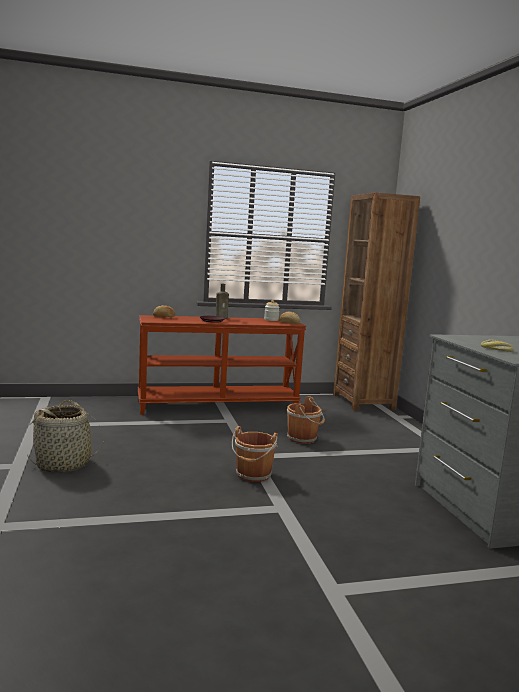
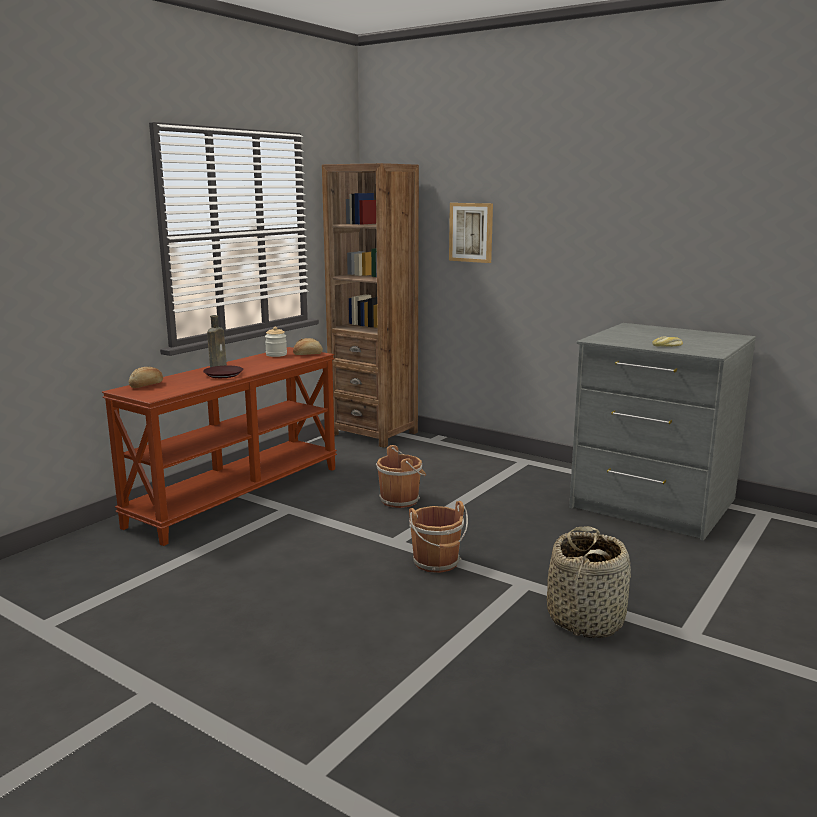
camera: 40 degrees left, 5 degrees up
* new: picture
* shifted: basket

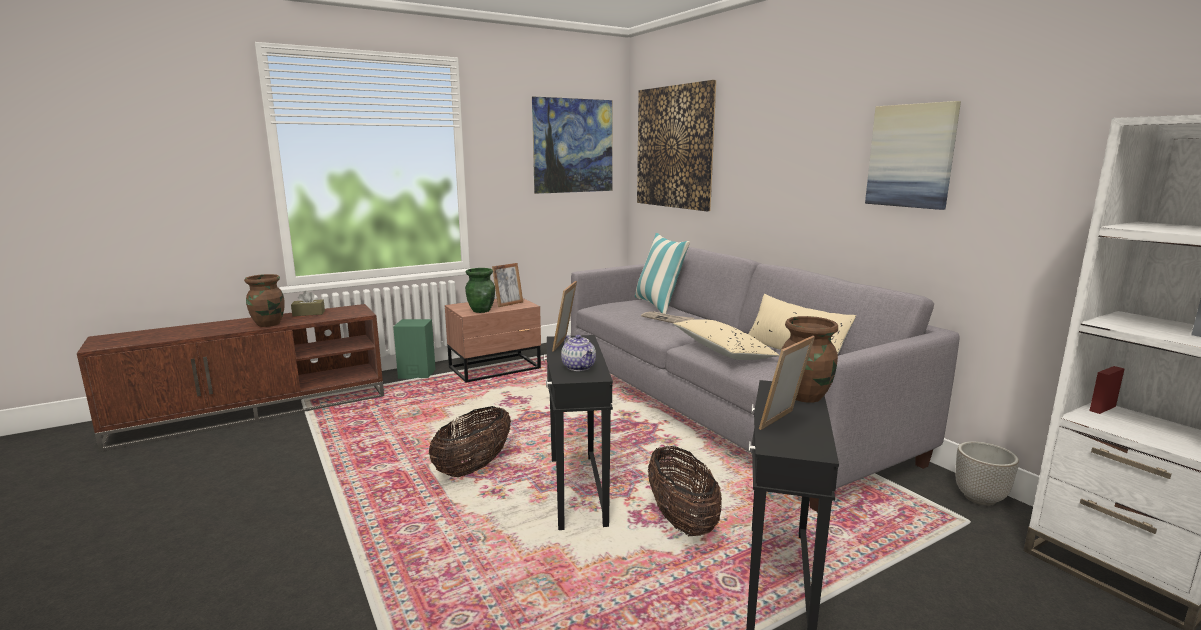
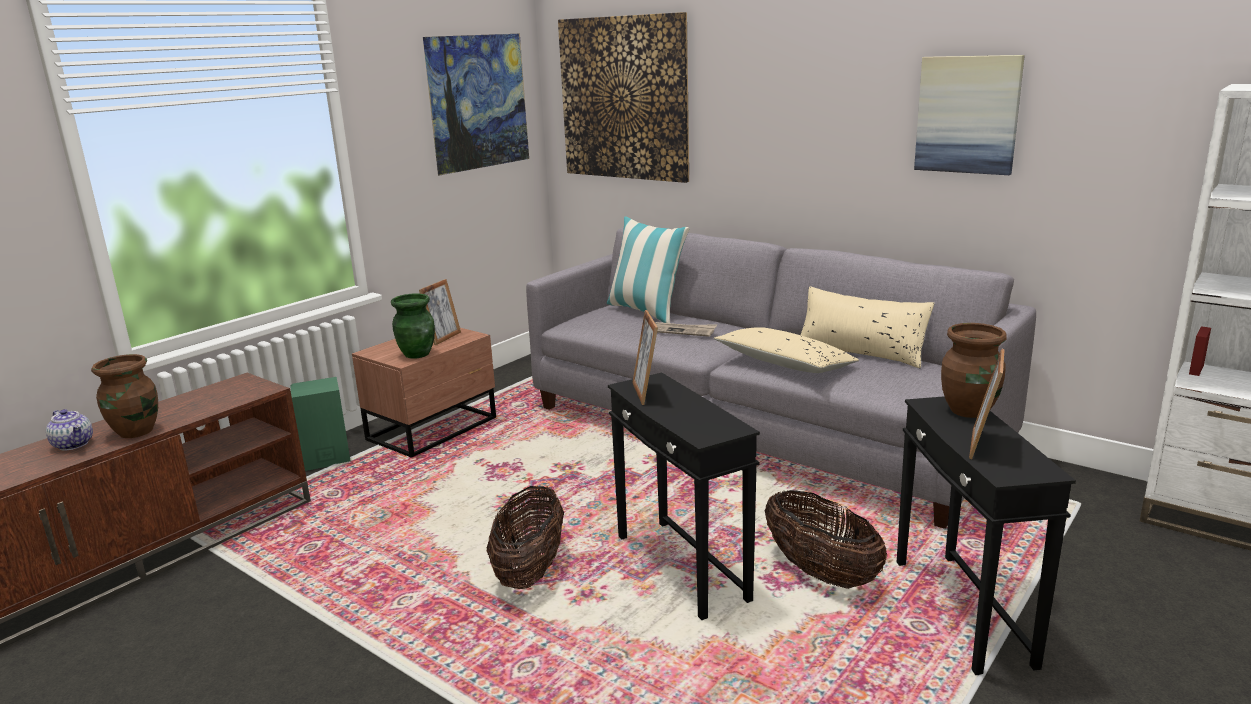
camera: 20 degrees left, 5 degrees up
* shifted: teapot
* gone: brown tissue box
* gone: planter

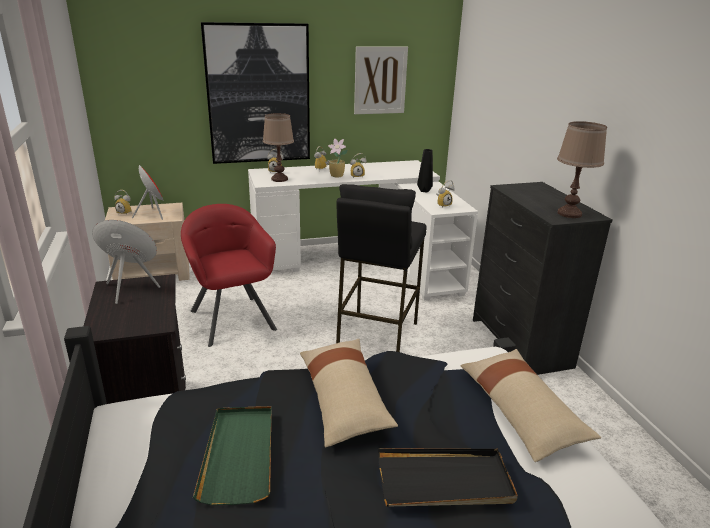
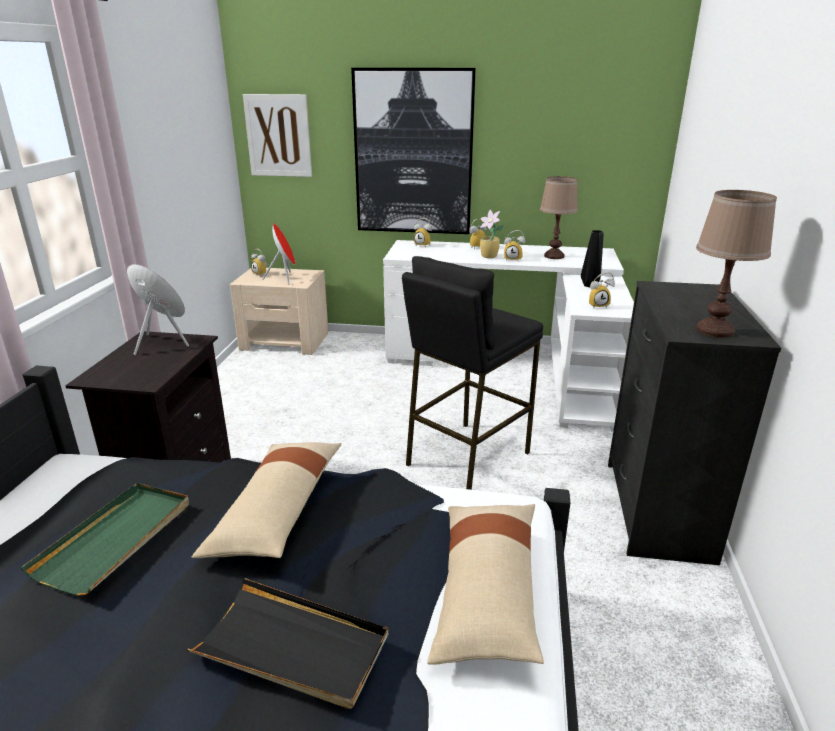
camera: 25 degrees right, 0 degrees up
* shifted: picture (no. 2 from left in the first image) to picture (no. 1 from left)
* shifted: brown table lamp (no. 1 from left)
* gone: red armchair

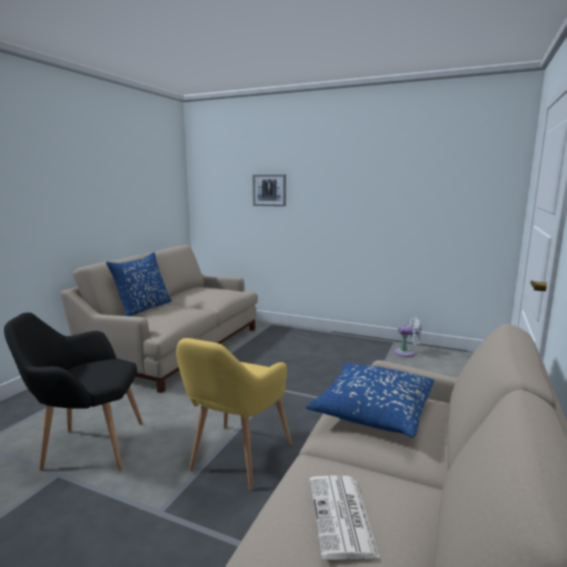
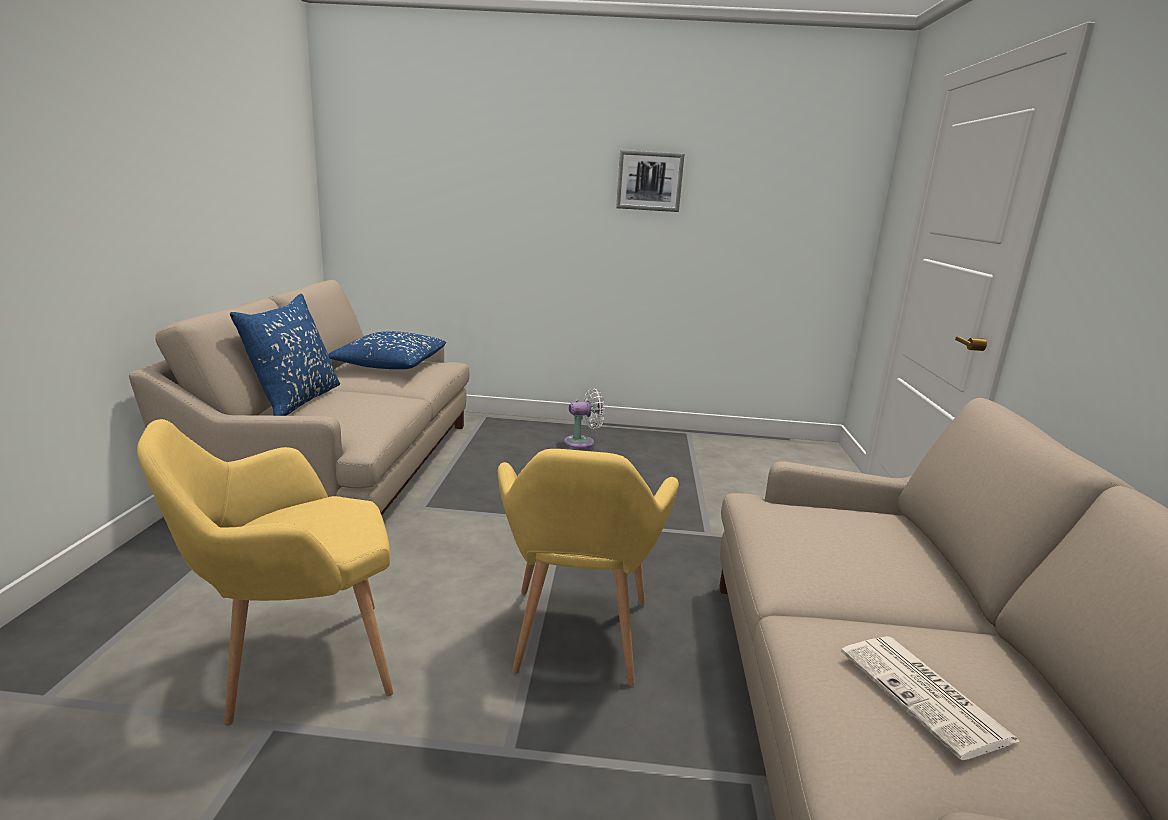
camera: 20 degrees left, 5 degrees up
* repainted: black armchair to yellow armchair (no. 1 from left)
* shifted: blue pillow (no. 2 from left)
* shifted: white fan
* shifted: picture

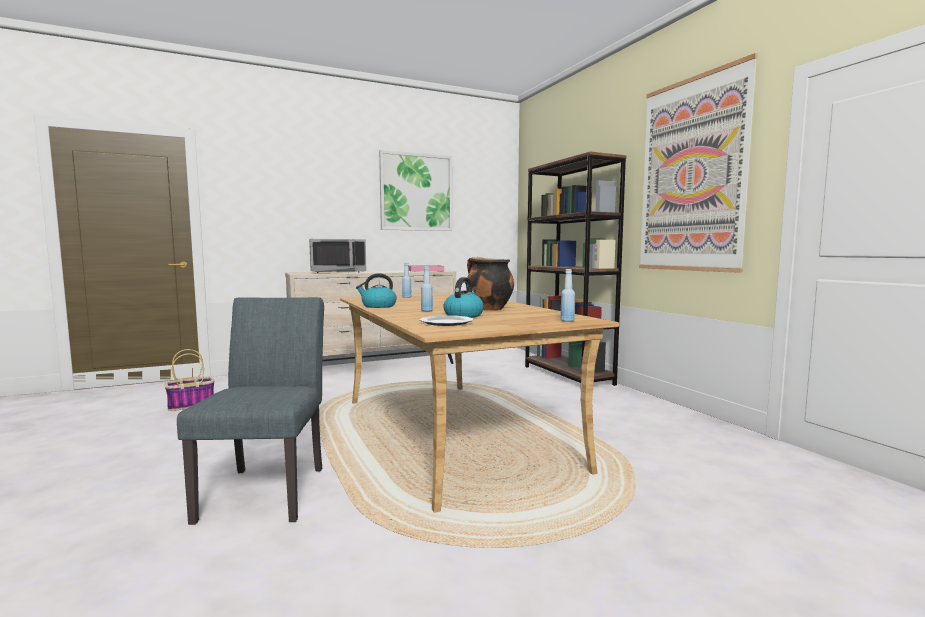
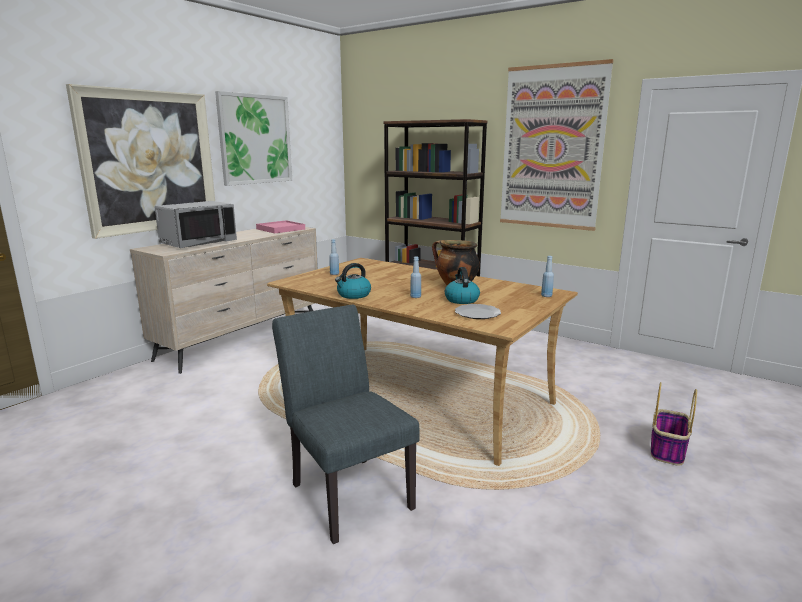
camera: 30 degrees left, 10 degrees up
* new: picture (no. 1 from left)
* shifted: basket

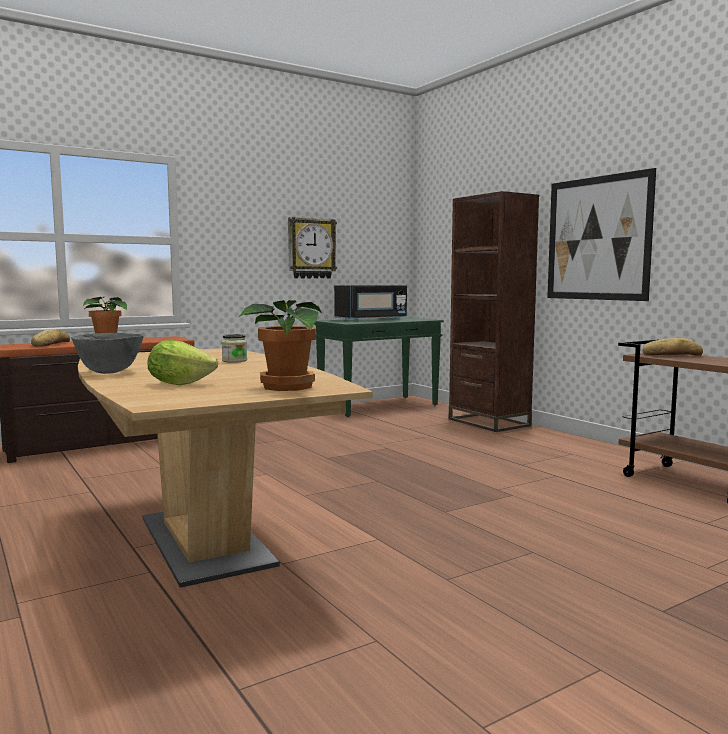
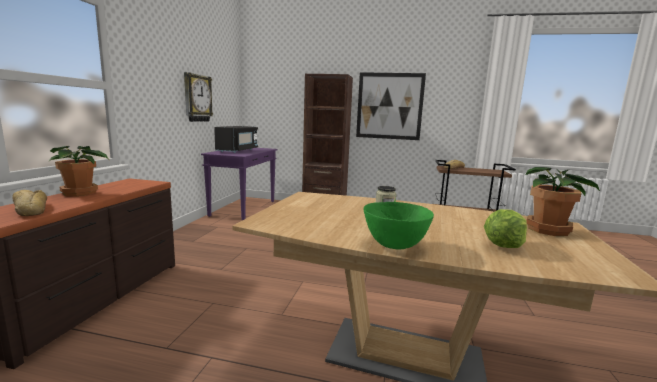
camera: 45 degrees left, 5 degrees up
* repainted: green console table to purple console table
* repainted: grey bowl to green bowl

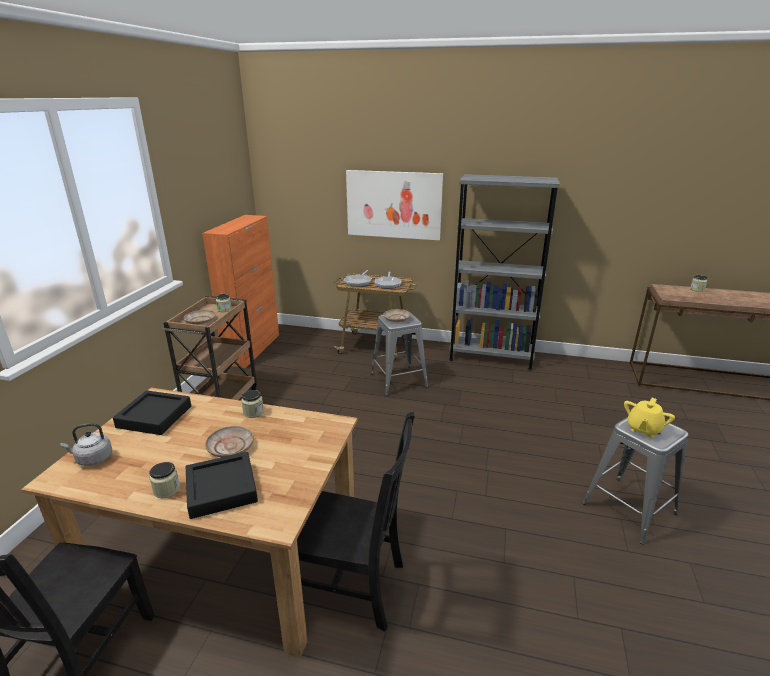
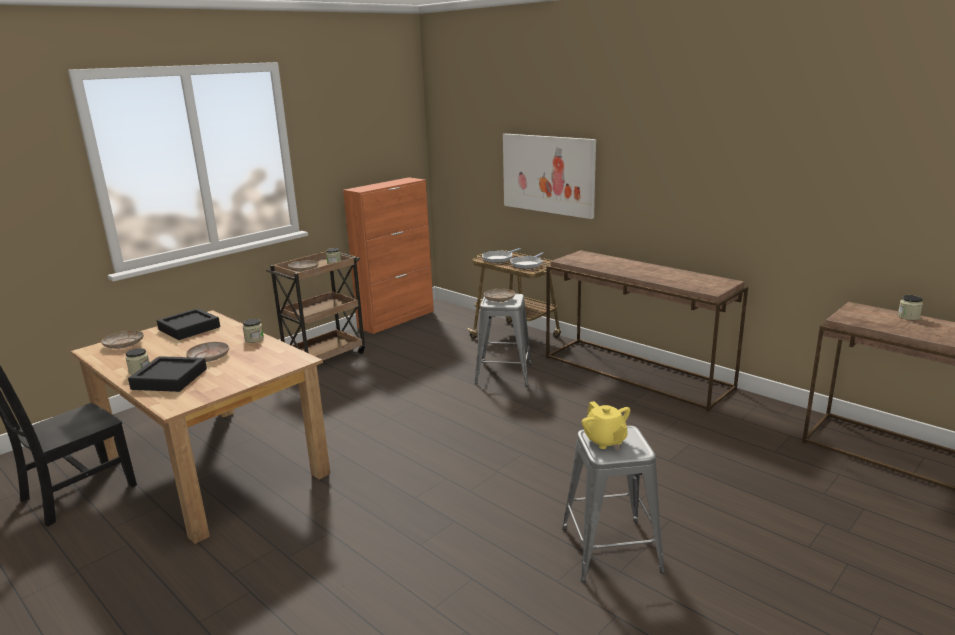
camera: 30 degrees right, 5 degrees down
* swapped: grey kettle to beige plate (no. 1 from left)
* swapped: grey bookcase to brown console table (no. 1 from left)
* rotated: yellow teapot 90 degrees counterclockwise
* gone: black chair (no. 2 from left)

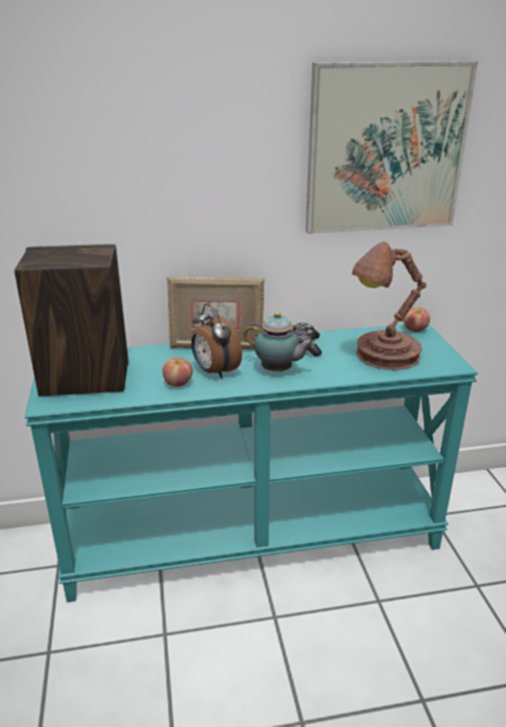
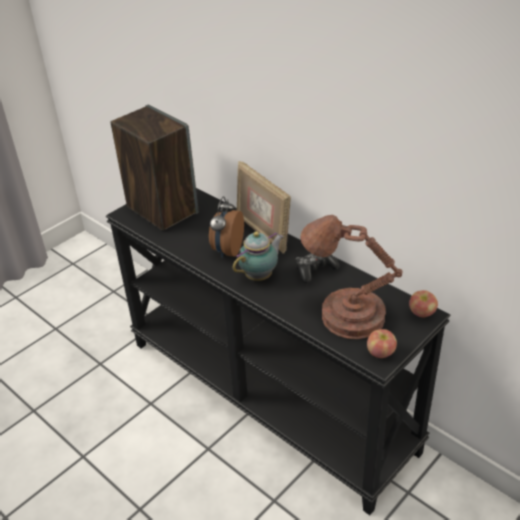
camera: 55 degrees right, 10 degrees up
* repainted: turquoise console table to black console table
* rotated: teapot 120 degrees counterclockwise
* shifted: apple (no. 1 from left)
* gone: picture

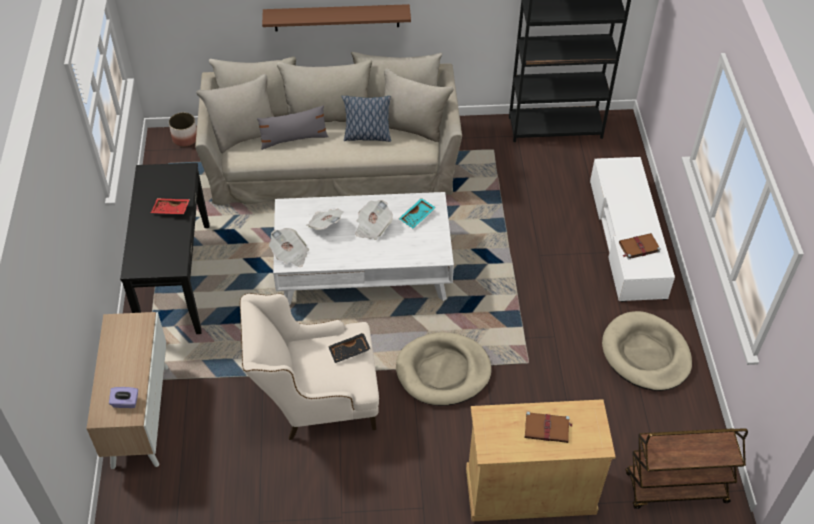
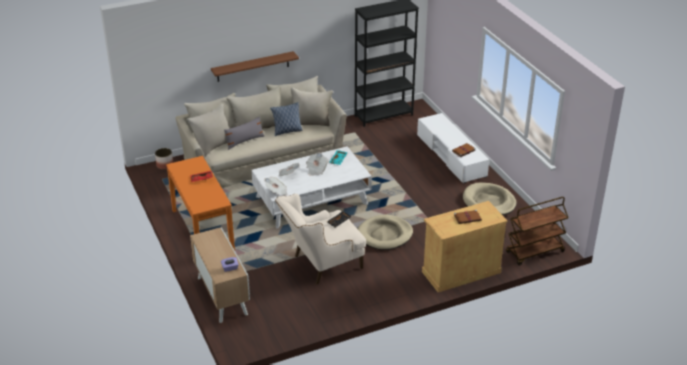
camera: 20 degrees left, 15 degrees down
* repainted: black console table to orange console table

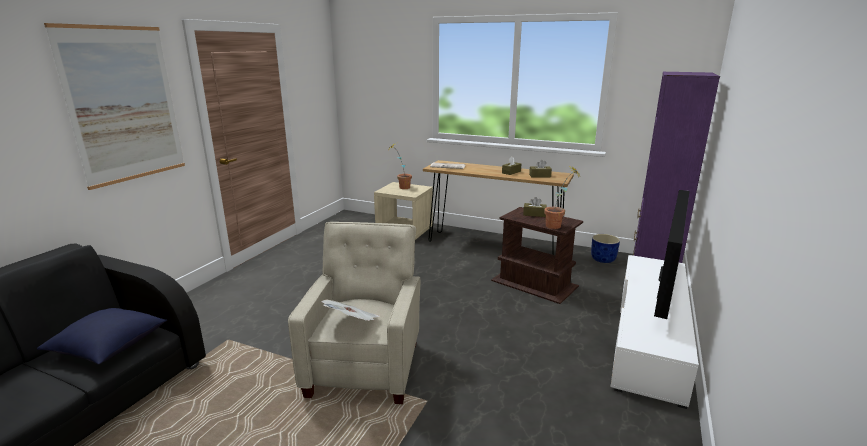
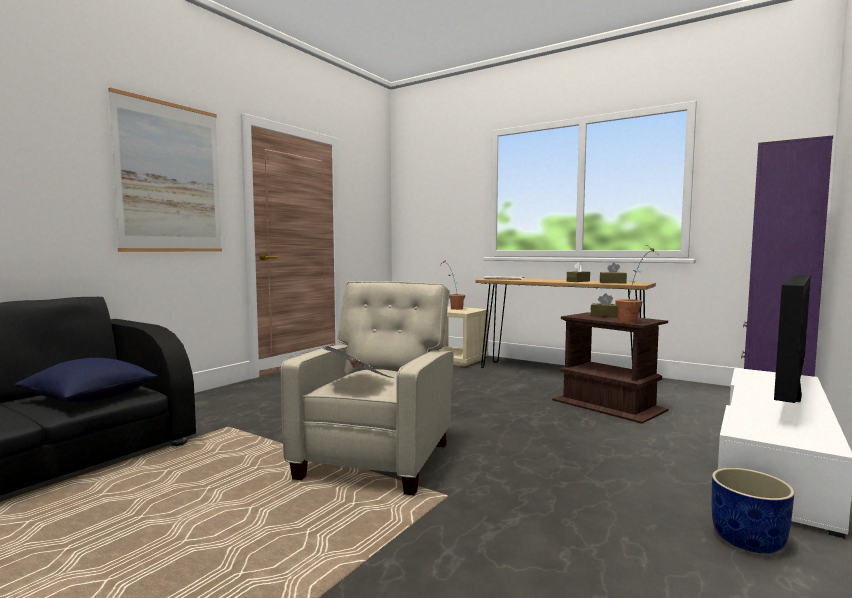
camera: 10 degrees right, 15 degrees down
* shifted: blue planter

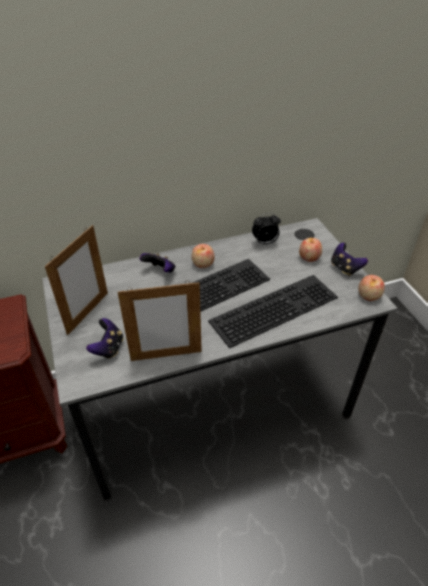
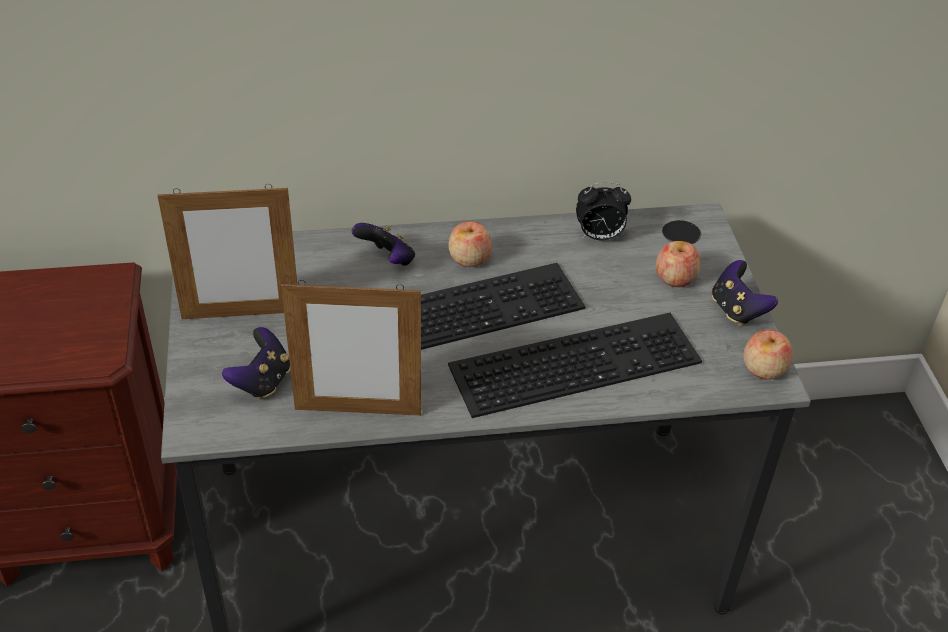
camera: 10 degrees right, 0 degrees up
* rotated: picture frame (no. 1 from left) 45 degrees clockwise

